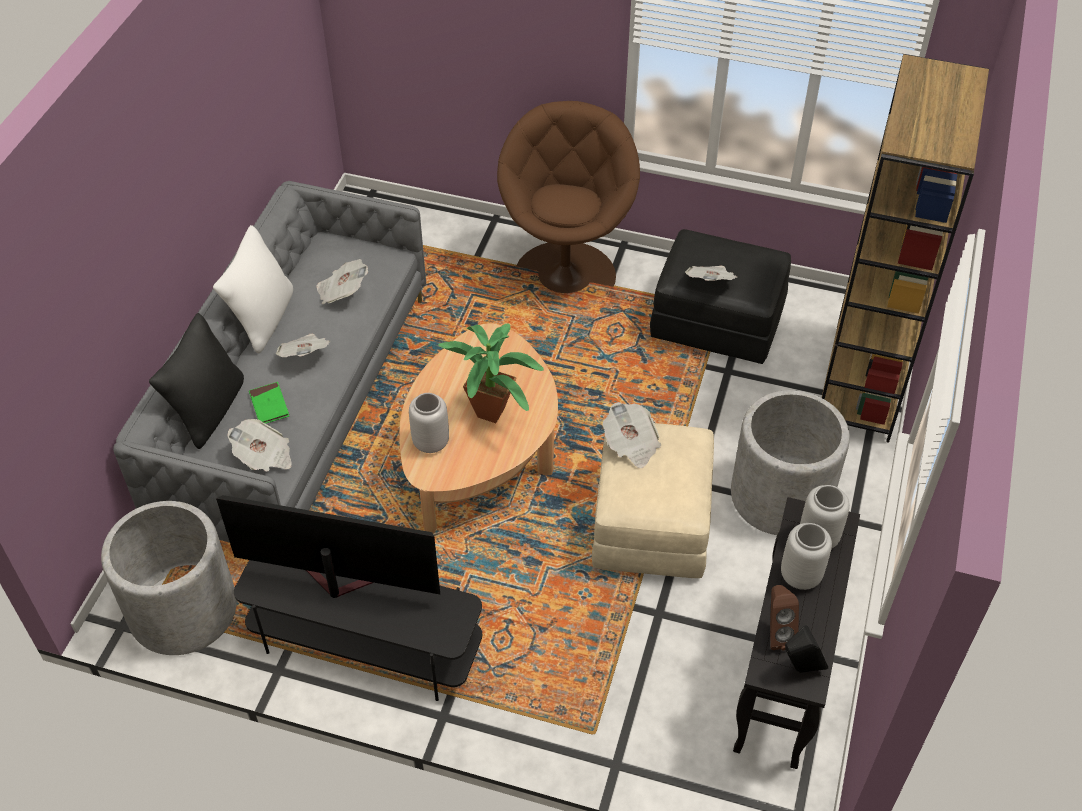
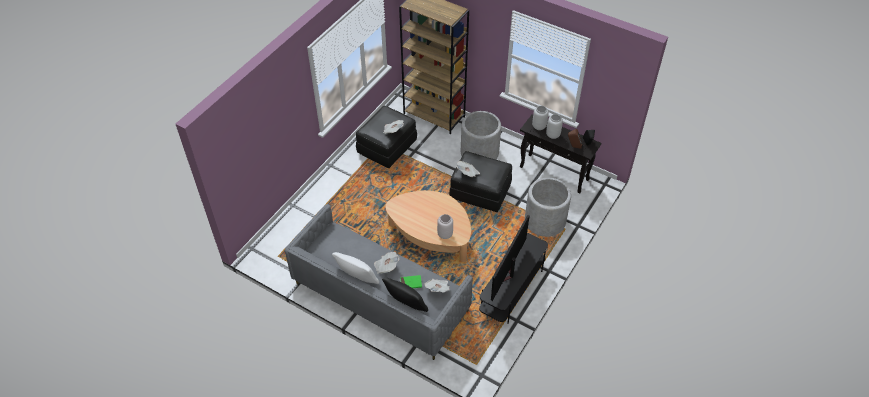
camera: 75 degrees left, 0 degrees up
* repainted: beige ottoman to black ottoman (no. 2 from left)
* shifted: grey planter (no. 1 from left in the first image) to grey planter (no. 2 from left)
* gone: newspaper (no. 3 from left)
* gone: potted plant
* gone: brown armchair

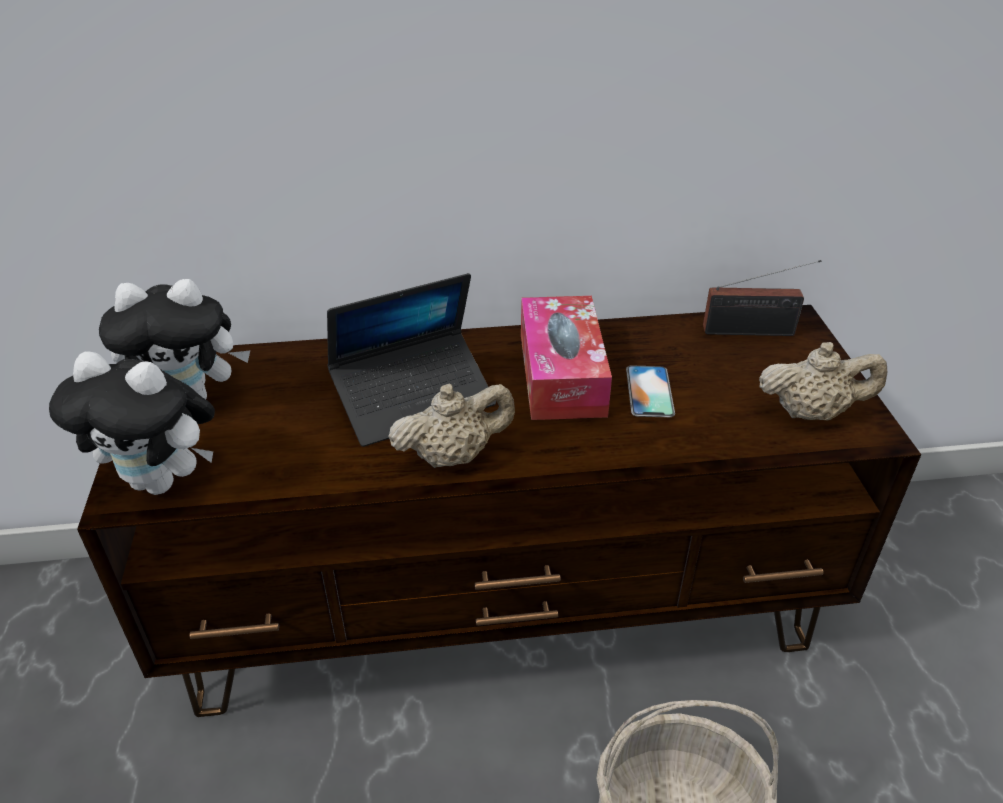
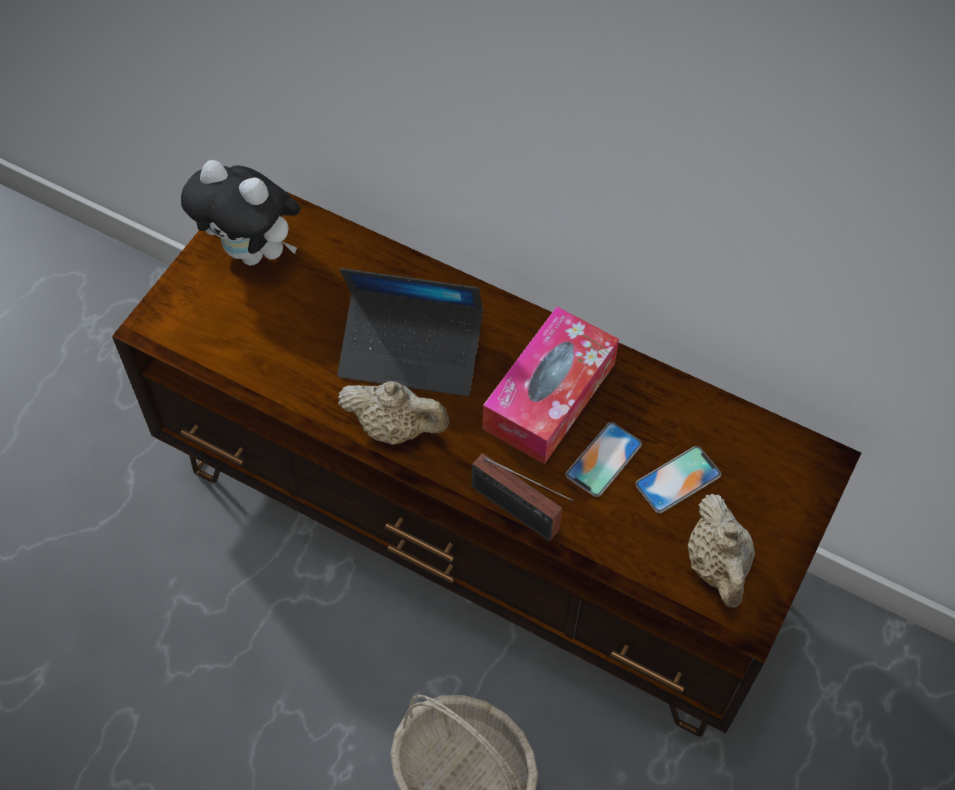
camera: 35 degrees right, 20 degrees up
* shifted: radio
* new: phone (no. 2 from left)
* rotated: beige teapot (no. 2 from left) 45 degrees clockwise
* gone: plush toy (no. 1 from left)

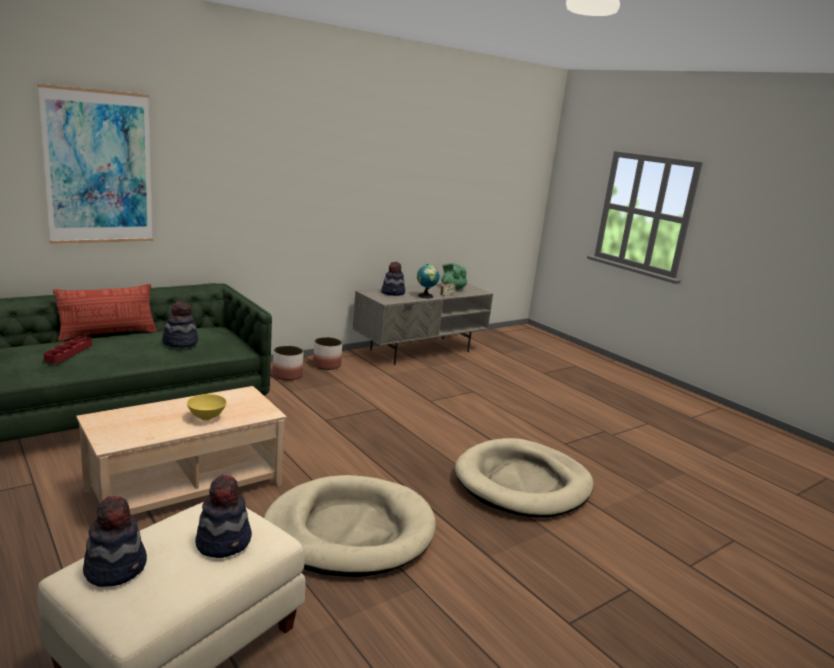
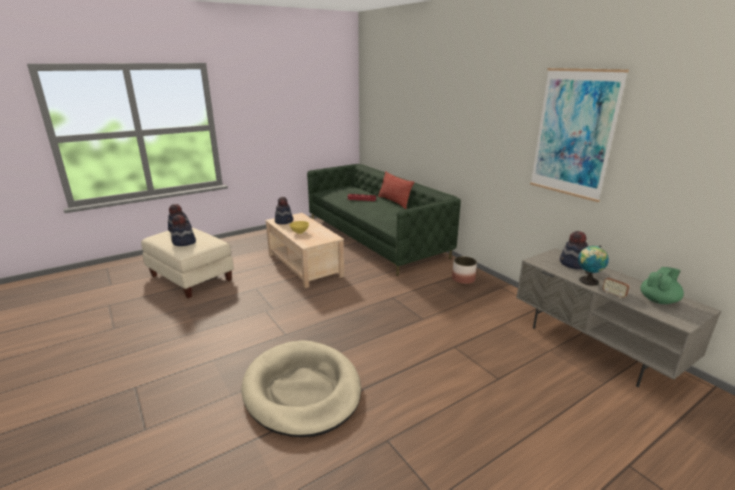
camera: 95 degrees right, 5 degrees up
* shifted: hat (no. 2 from left in the first image) to hat (no. 3 from left)
* shifted: picture
* gone: beige dog bed (no. 1 from left)
* gone: planter (no. 2 from left)

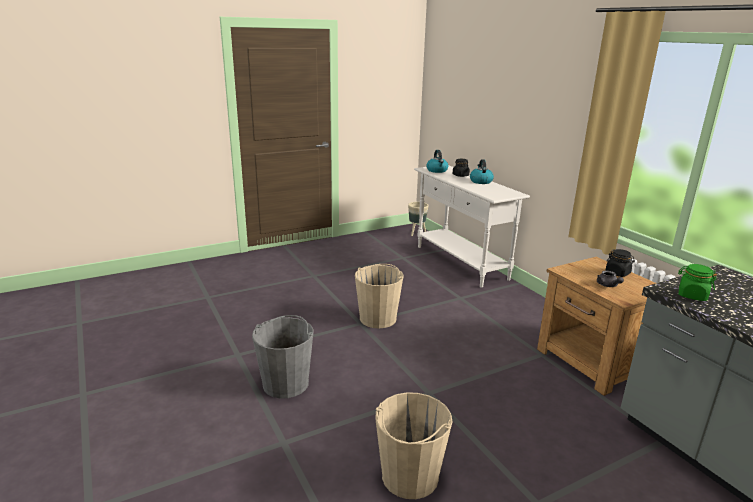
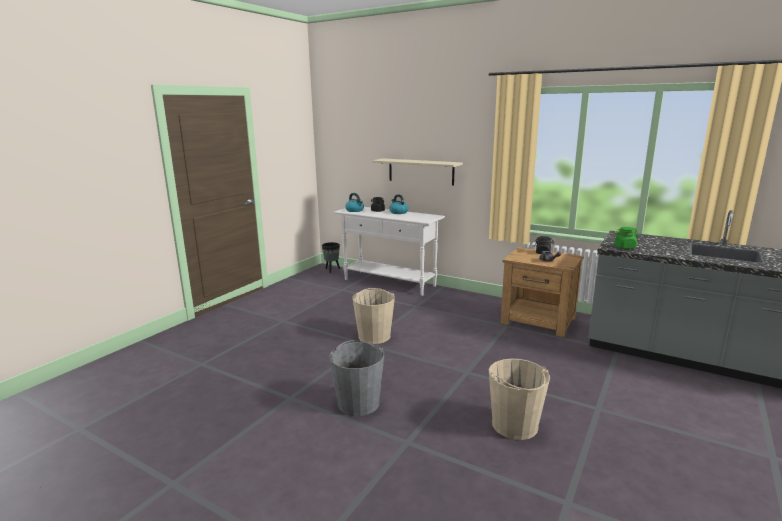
camera: 30 degrees left, 5 degrees down
* repainted: beige planter to black planter
* new: beige shelf

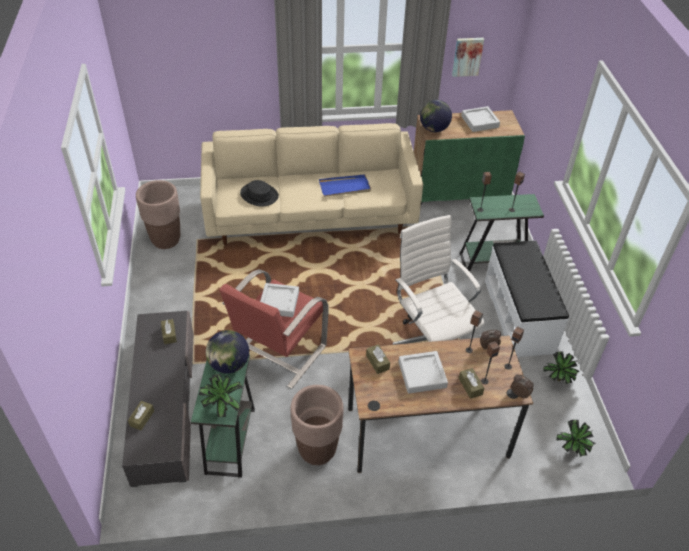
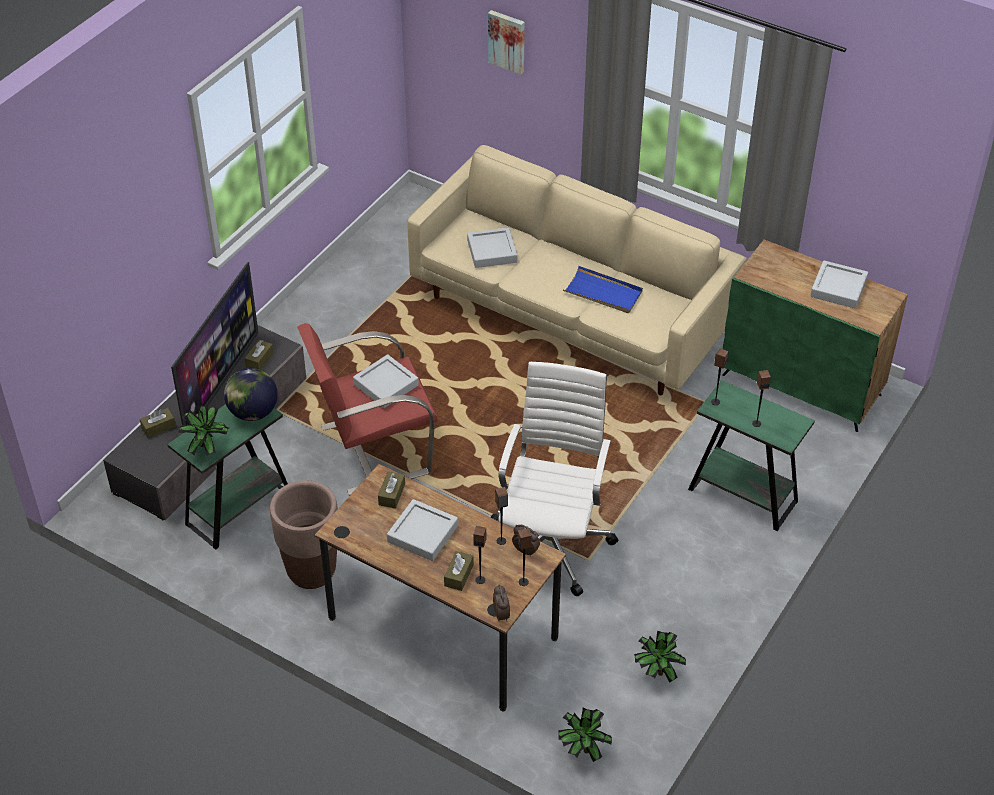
camera: 40 degrees right, 0 degrees up
* new: television
* swapped: black hat to grey tray (no. 3 from left)
* shifted: picture
* gone: brown planter (no. 1 from left)
* gone: globe (no. 2 from left)
* gone: white bench

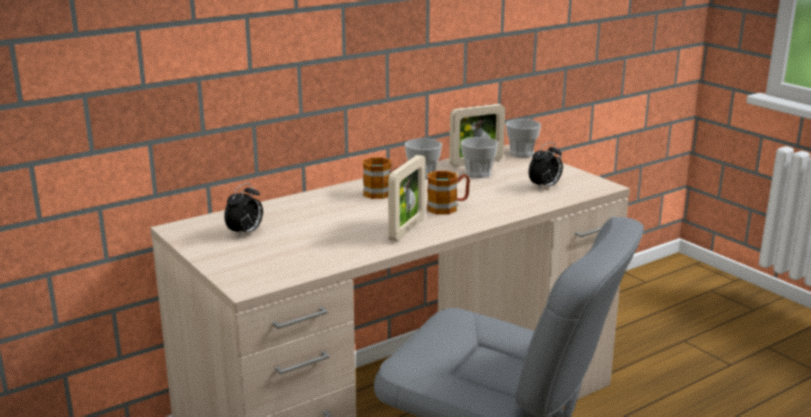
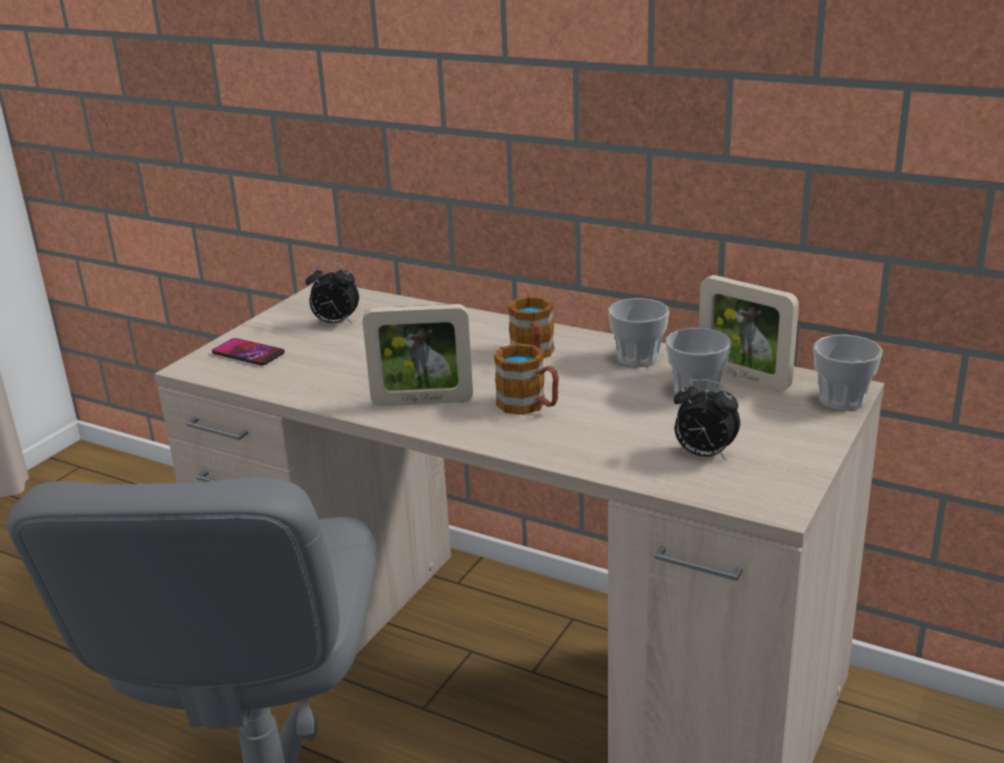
camera: 65 degrees right, 5 degrees up
* new: phone

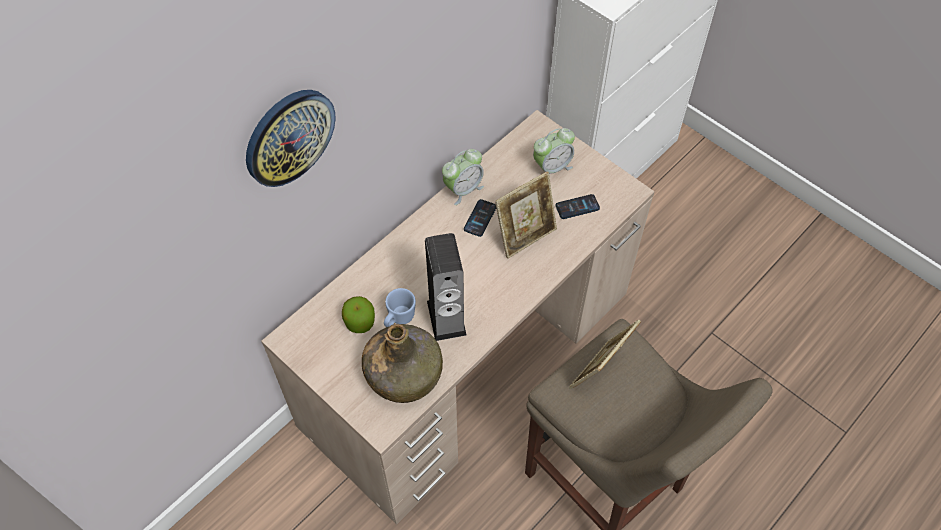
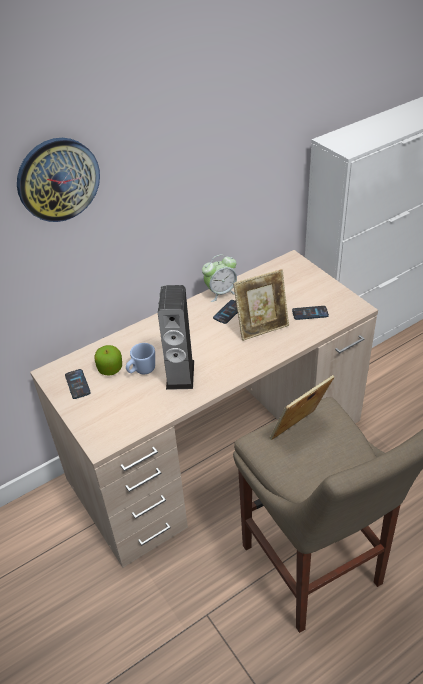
camera: 15 degrees right, 15 degrees down
* new: phone (no. 1 from left)
* gone: green bottle
* gone: alarm clock (no. 2 from left)

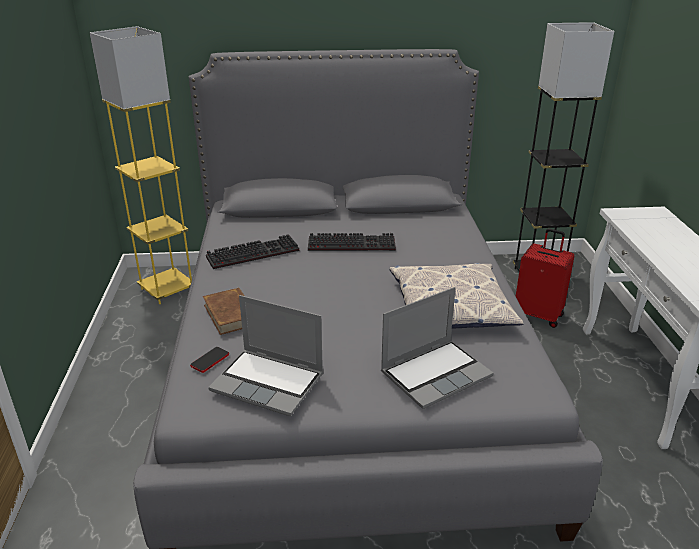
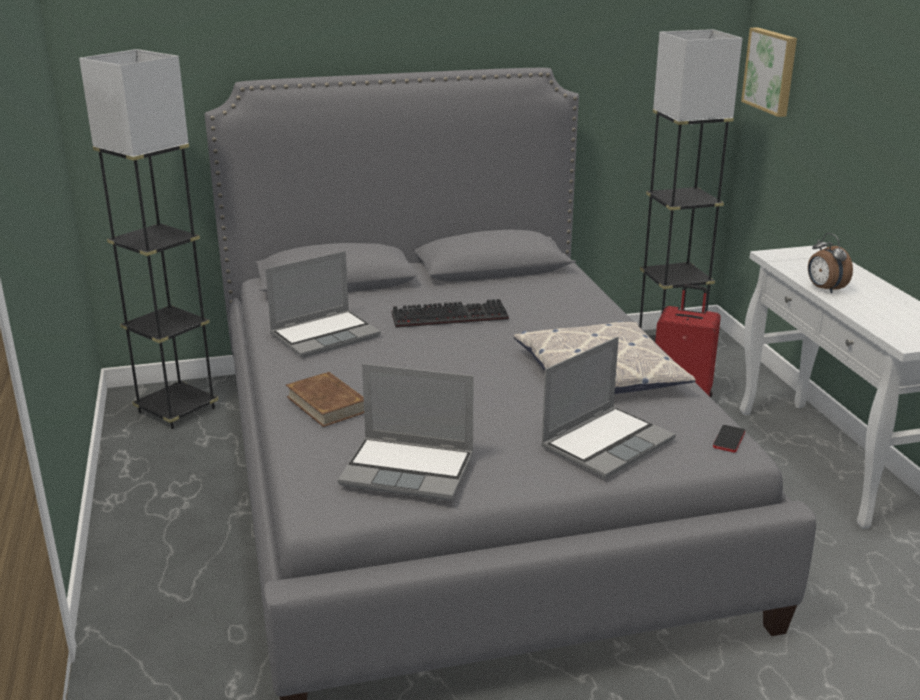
camera: 10 degrees left, 5 degrees down
* repainted: yellow floor lamp to grey floor lamp (no. 1 from left)
* swapped: keyboard (no. 1 from left) to laptop (no. 1 from left)
* shifted: phone
* new: picture
* new: alarm clock

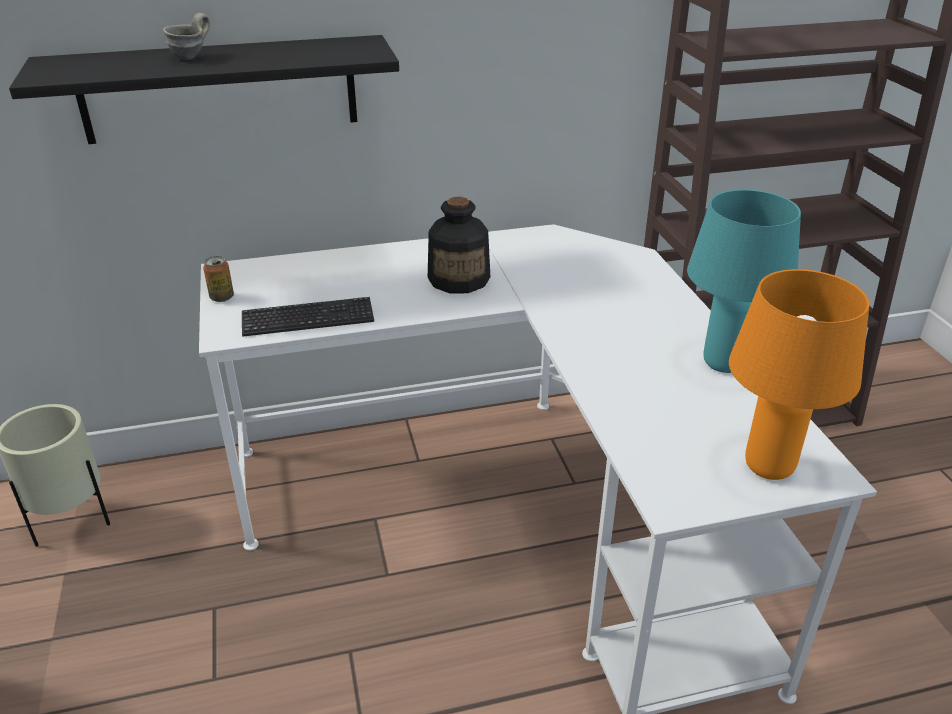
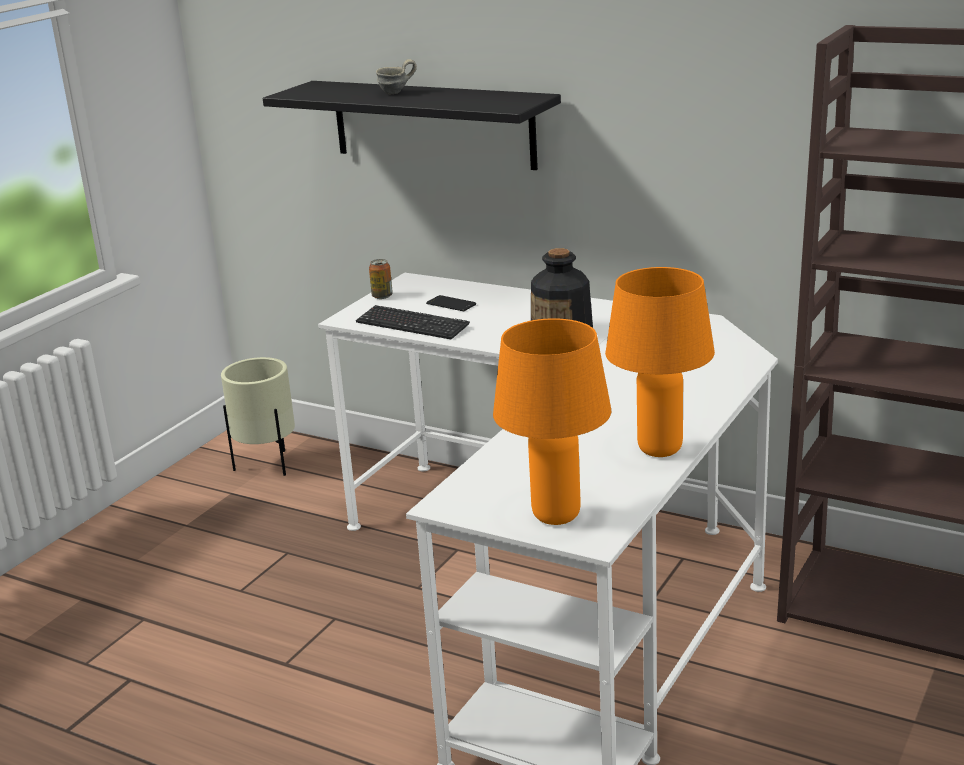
camera: 45 degrees right, 10 degrees down
* new: phone
* repainted: turquoise table lamp to orange table lamp (no. 2 from left)

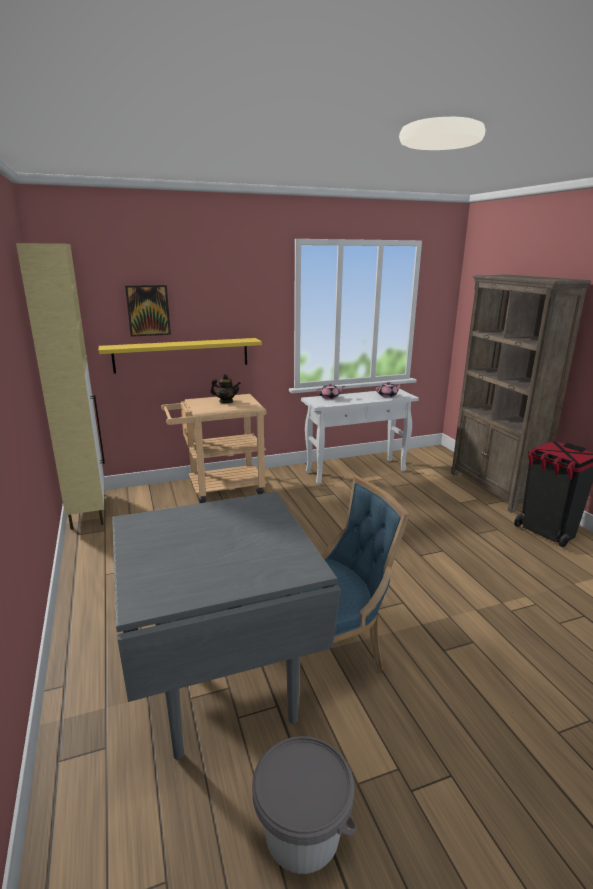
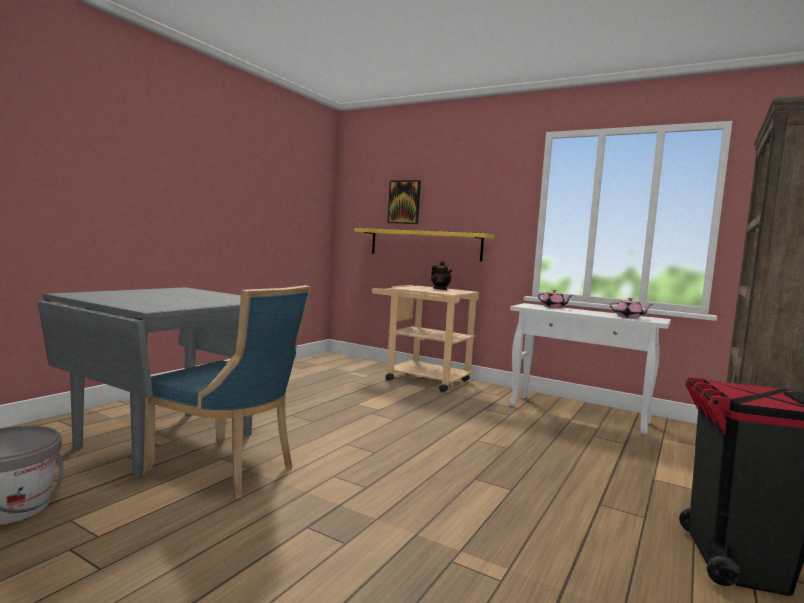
camera: 50 degrees right, 15 degrees down
* gone: beige cabinet

